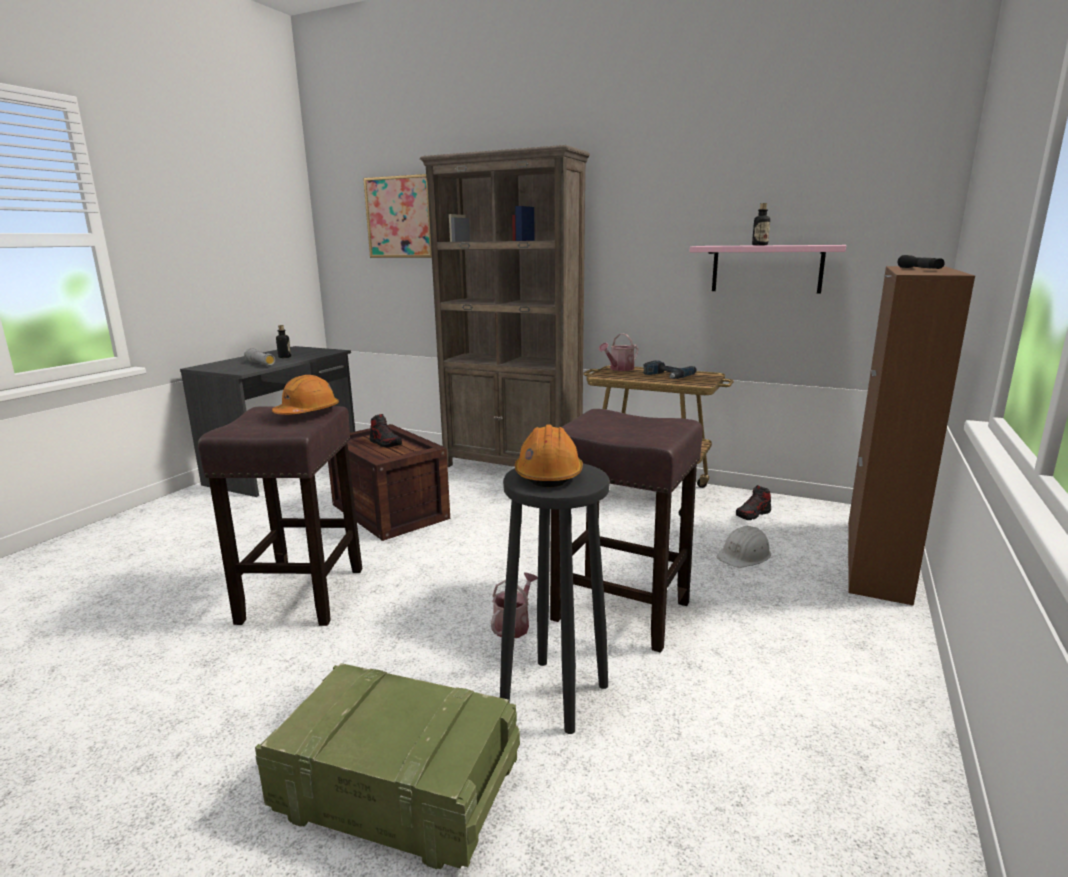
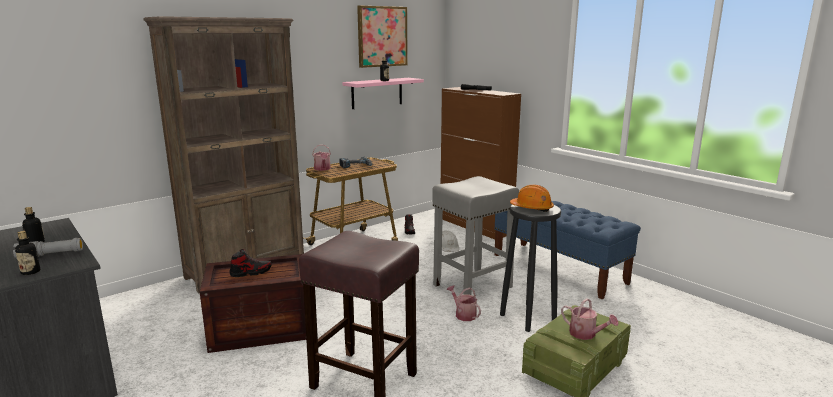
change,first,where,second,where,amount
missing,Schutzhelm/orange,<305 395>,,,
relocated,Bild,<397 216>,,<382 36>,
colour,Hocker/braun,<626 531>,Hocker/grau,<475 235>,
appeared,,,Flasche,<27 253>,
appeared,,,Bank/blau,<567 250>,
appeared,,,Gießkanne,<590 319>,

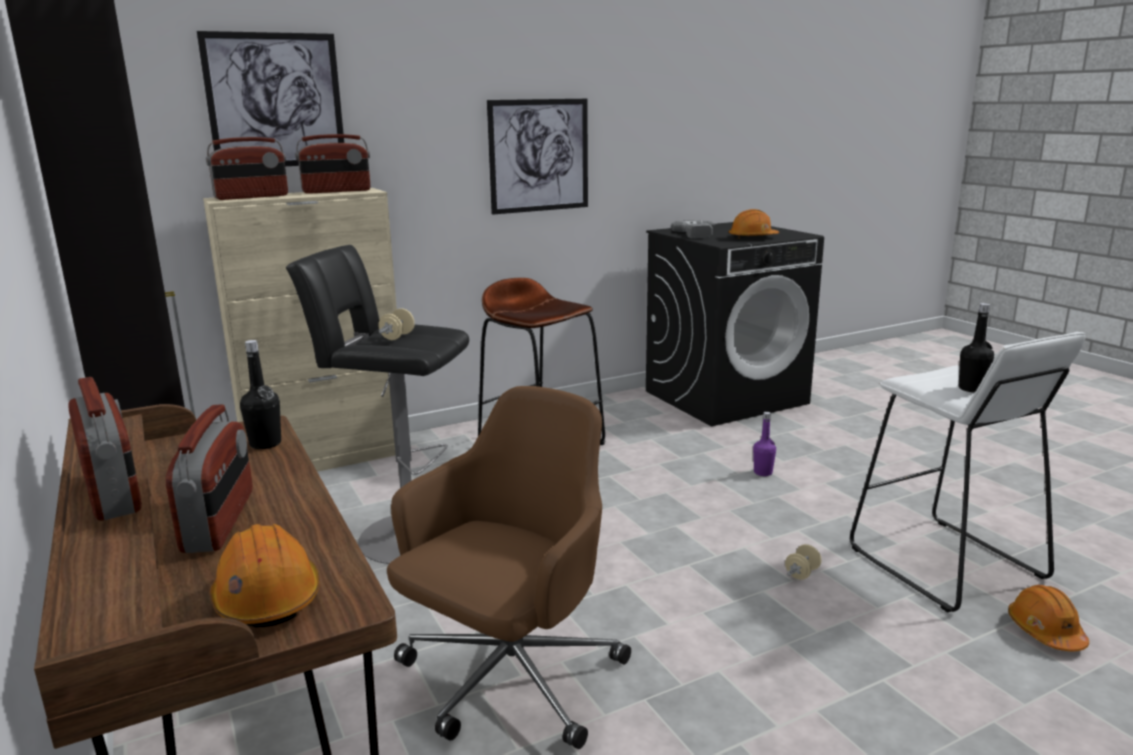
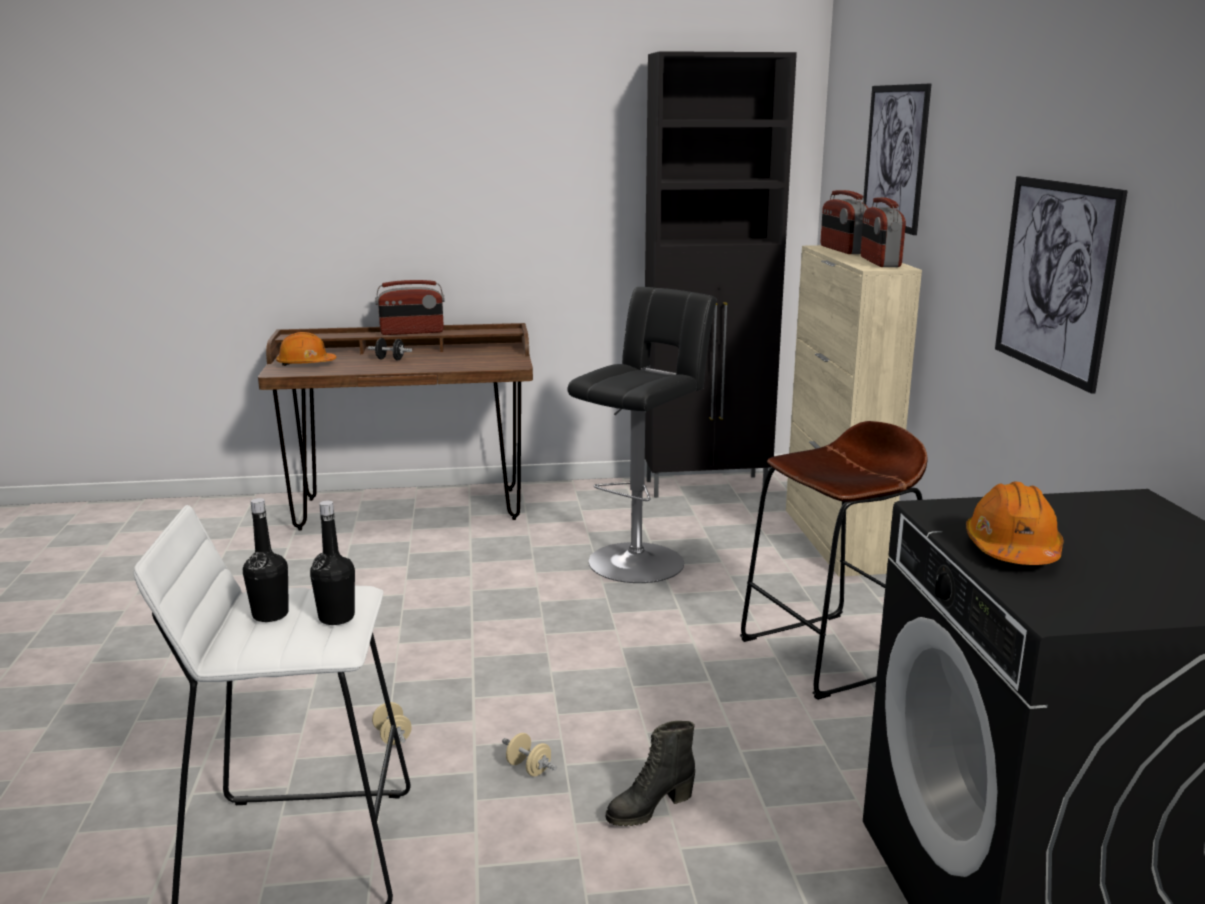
change,first,where,second,where,amount
exchanged,Radio,<209 478>,Hantel/schwarz,<390 349>,
relocated,Flasche/schwarz,<260 394>,,<332 563>,
relocated,Hantel/beige,<396 324>,,<529 754>,
missing,Bürostuhl/braun,<509 567>,,,
missing,Bohrmaschine,<693 229>,,,
exchanged,Flasche/lila,<764 444>,Stiefel/schwarz,<650 773>,
missing,Schutzhelm/orange,<1048 618>,,,

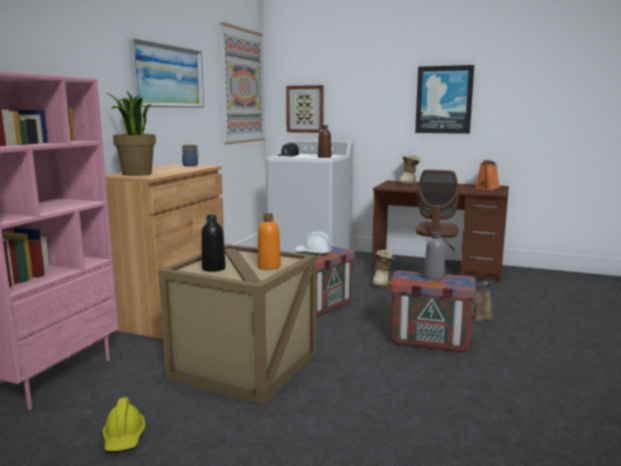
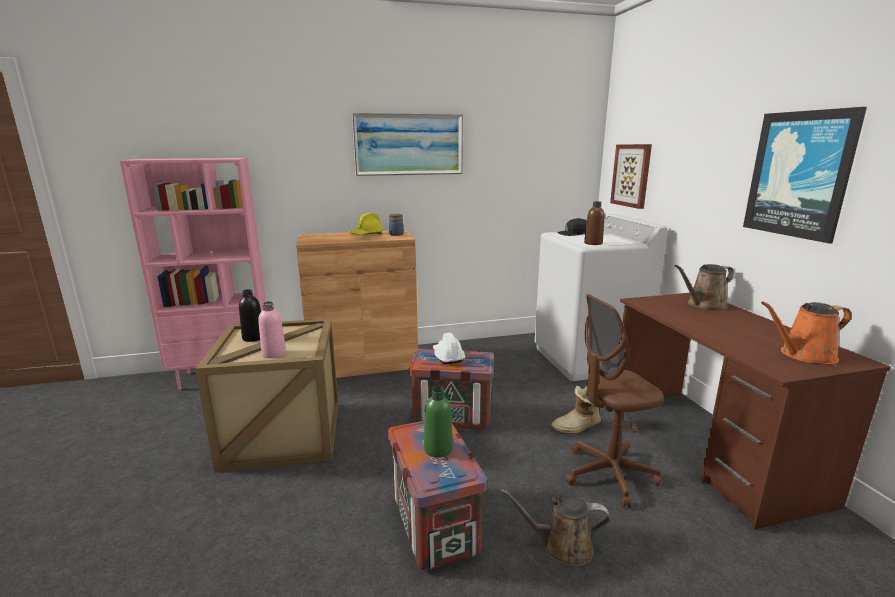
change,first,where,second,where,amount
relocated,Schutzhelm/gelb,<124 424>,,<366 223>,
missing,Topfpflanze,<131 133>,,,
missing,Bild,<242 83>,,,
colour,Flasche/orange,<269 241>,Flasche/rosa,<272 329>,
exchanged,Stiefel,<409 170>,Gießkanne/braun,<704 287>,
colour,Flasche/grau,<434 255>,Flasche/grün,<438 422>,

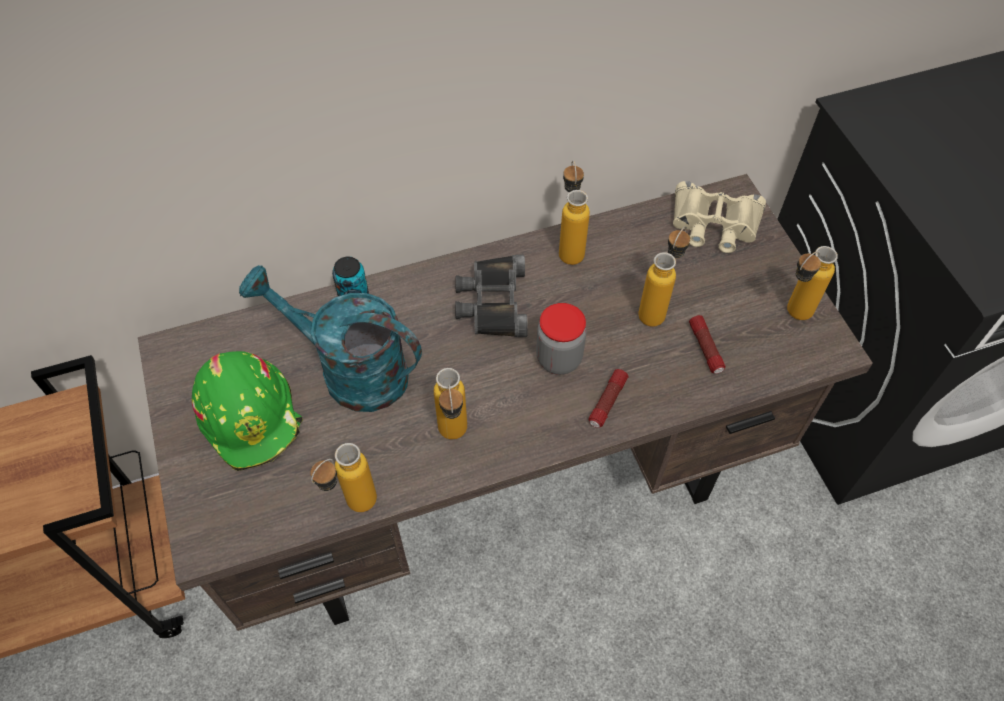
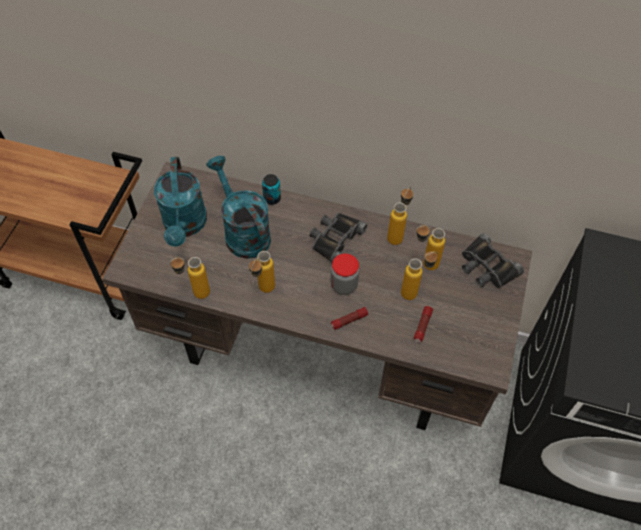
change,first,where,second,where,amount
exchanged,Schutzhelm/grün,<247 411>,Gießkanne/türkis,<180 202>,
colour,Fernglas/beige,<719 217>,Fernglas/schwarz,<493 260>,
relocated,Flasche,<812 283>,,<430 247>,

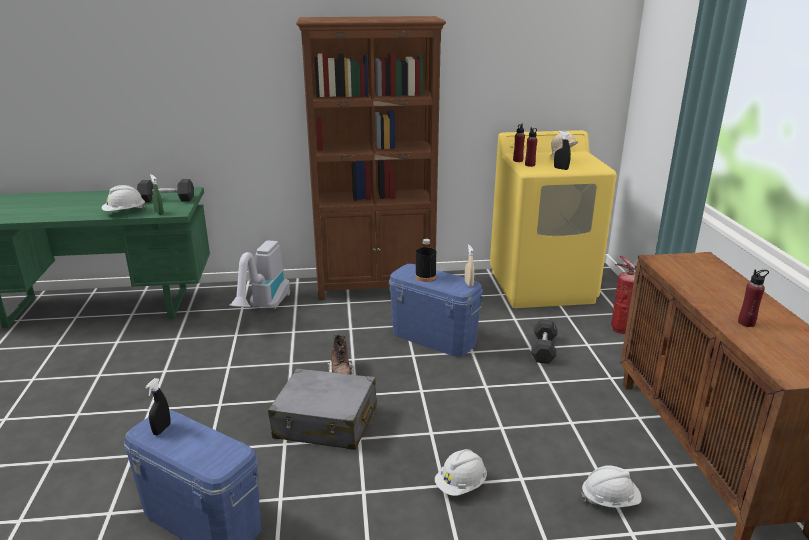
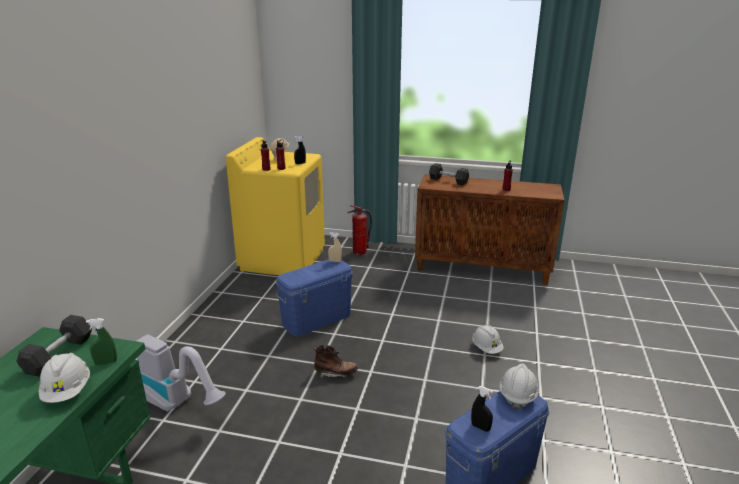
change,first,where,second,where,amount
missing,Koffer/grau,<322 409>,,,
missing,Bücherregal/braun,<371 158>,,,
missing,Flasche/schwarz,<425 260>,,,
relocated,Hantel/grau,<544 341>,,<449 174>,
relocated,Schutzhelm/weiß,<611 486>,,<519 386>,

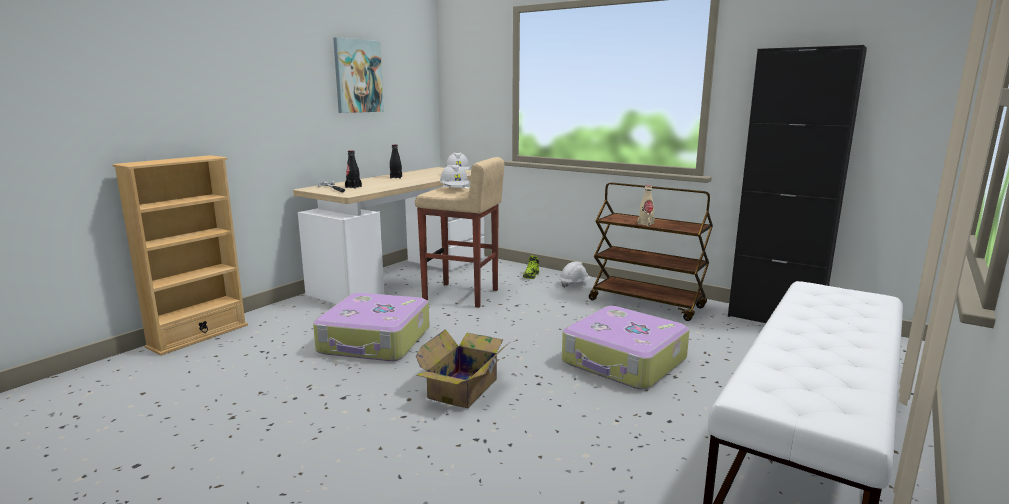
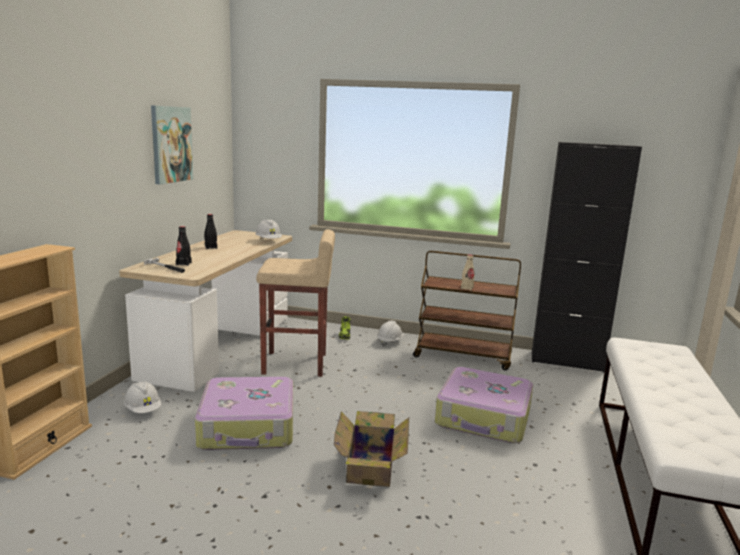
change,first,where,second,where,amount
relocated,Schutzhelm/weiß,<454 175>,,<142 397>,

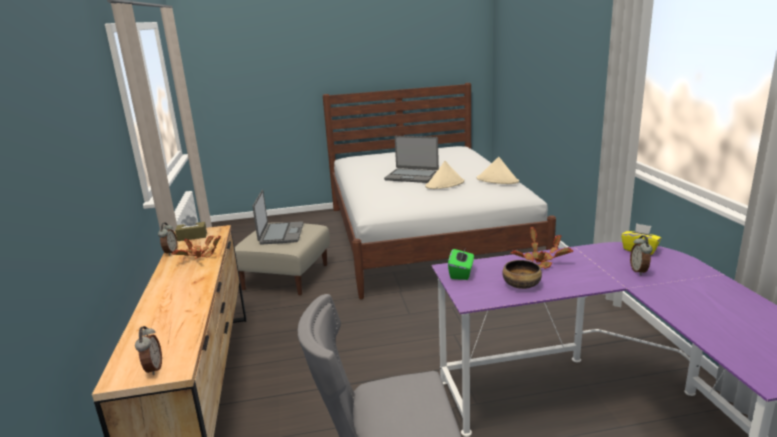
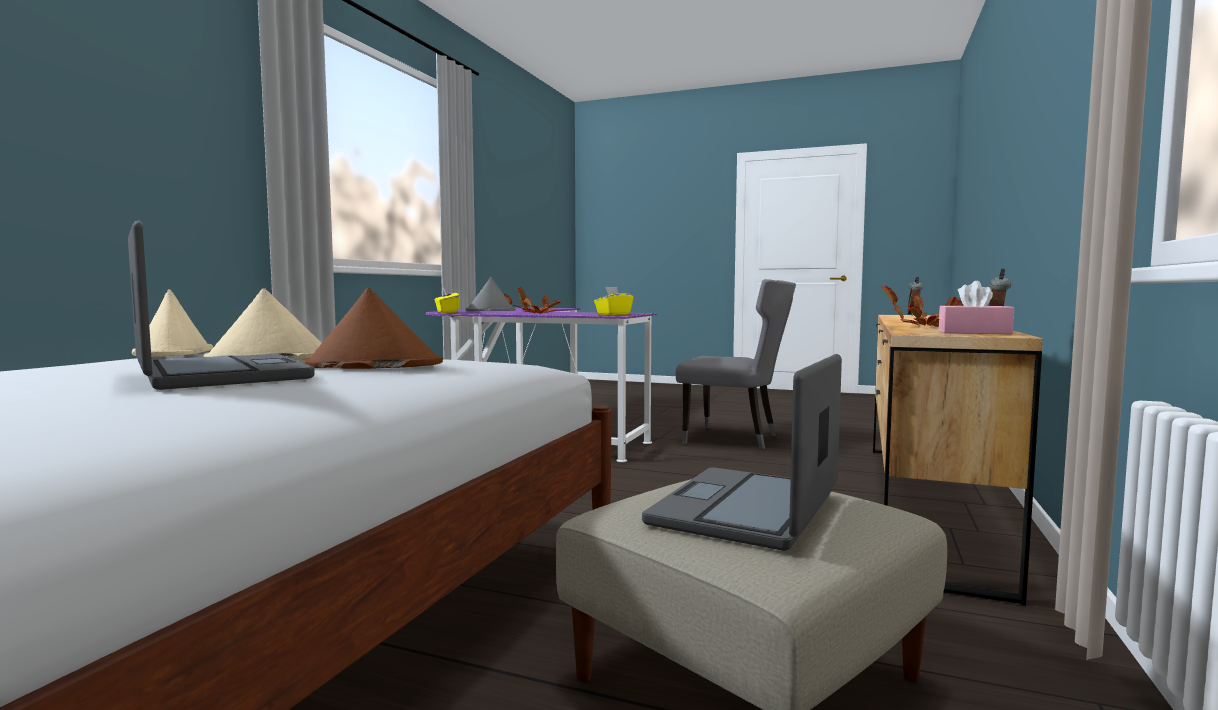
change,first,where,second,where,amount
colour,Taschentuchbox/braun,<191 228>,Taschentuchbox/rosa,<976 307>,
colour,Taschentuchbox/grün,<461 263>,Taschentuchbox/gelb,<614 301>,
missing,Schüssel,<522 274>,,,
exchanged,Wecker,<641 255>,Hut/grau,<490 294>,
appeared,,,Hut/braun,<373 328>,

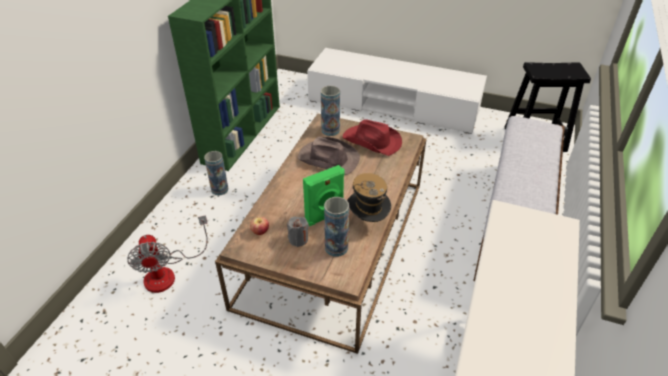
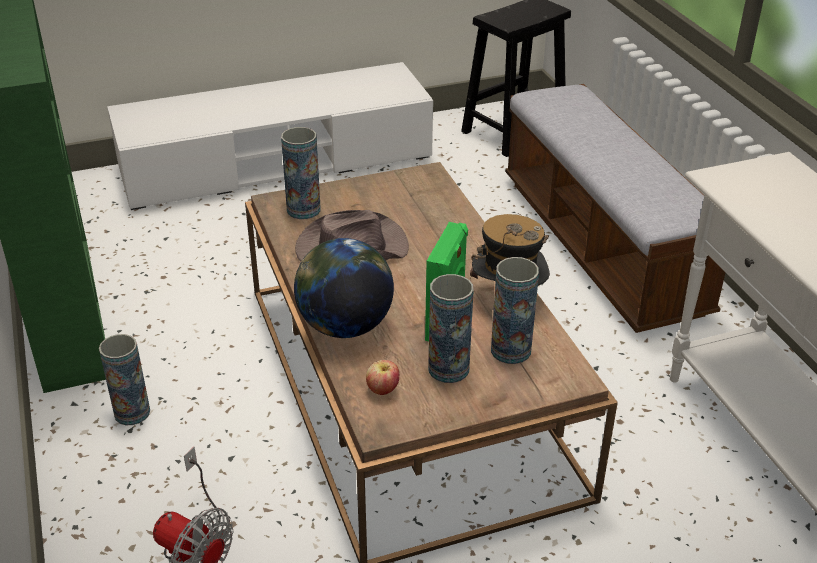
change,first,where,second,where,amount
exchanged,Kerze/grau,<298 232>,Vase,<451 328>,
missing,Hut/rot,<372 137>,,,
appeared,,,Globus,<344 288>,

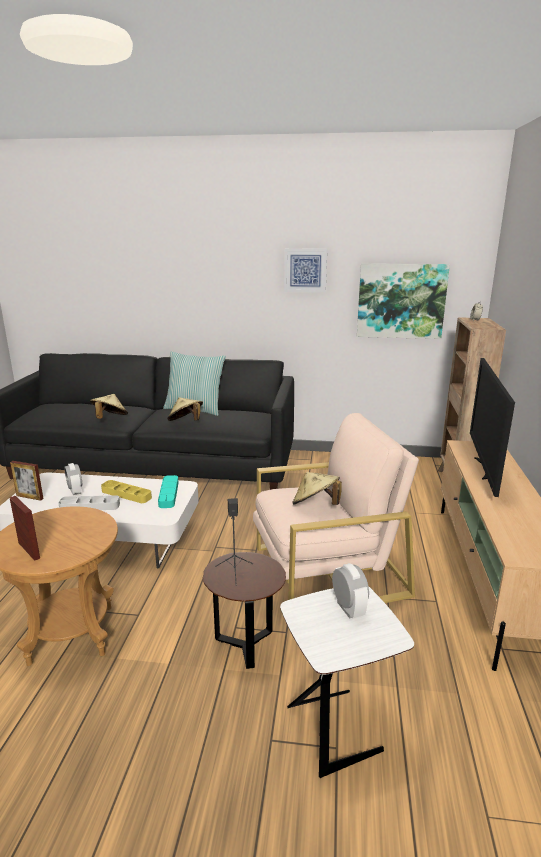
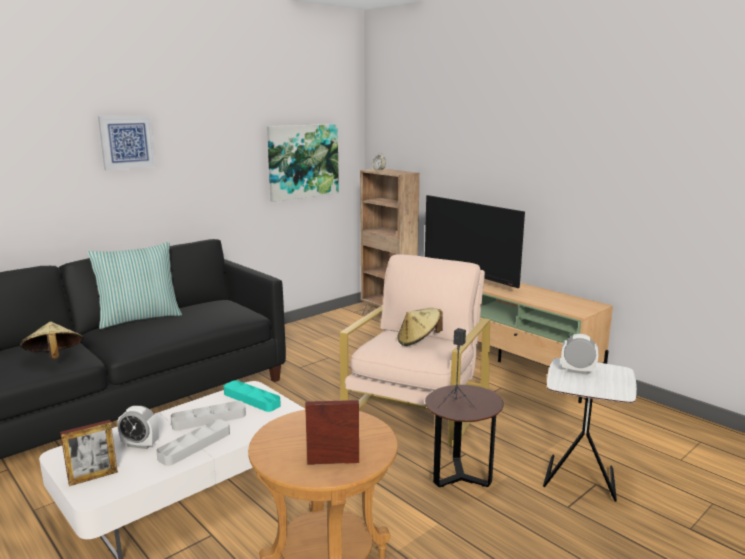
change,first,where,second,where,amount
colour,Tablett/gelb,<126 491>,Tablett/grau,<208 416>,
missing,Hut/beige,<185 409>,,,
relocated,Bild,<305 270>,,<127 142>,

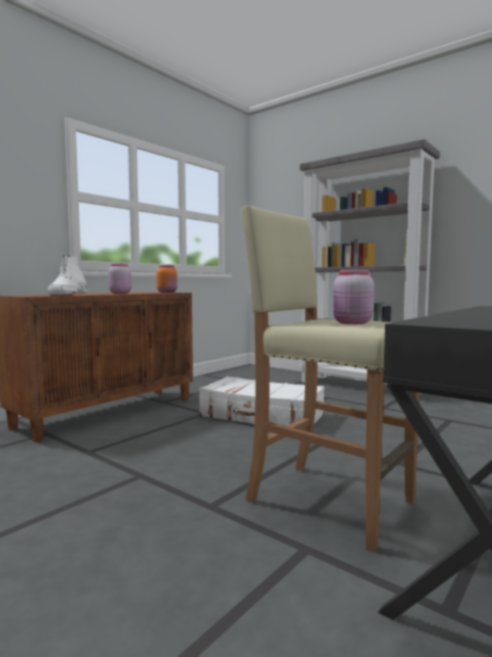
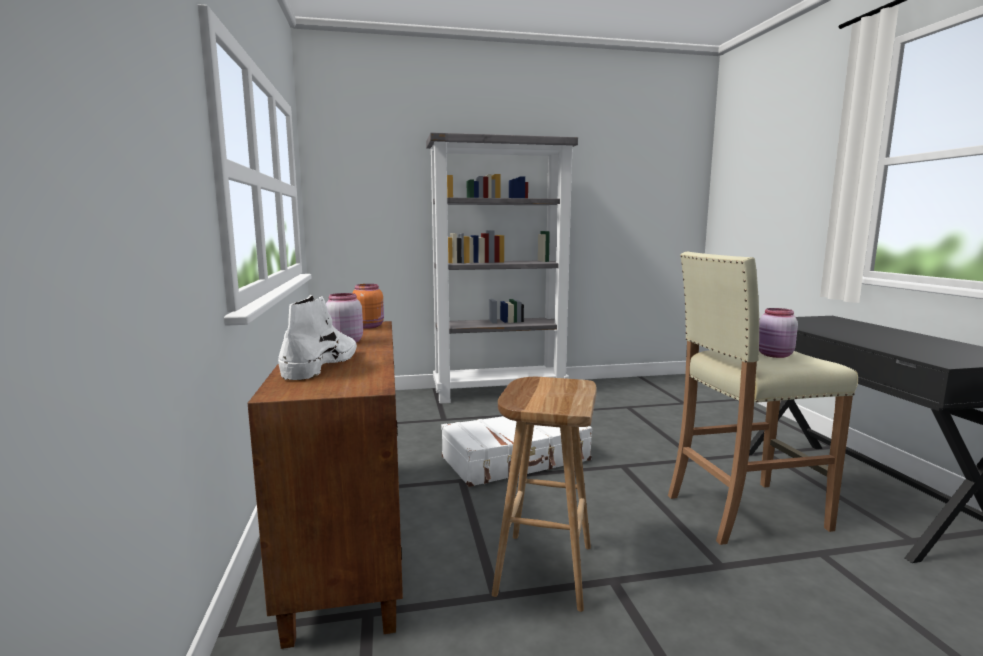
change,first,where,second,where,amount
spun,Stiefel/weiß,<67 275>,,<317 337>,120 degrees counterclockwise
appeared,,,Hocker/braun,<544 494>,

